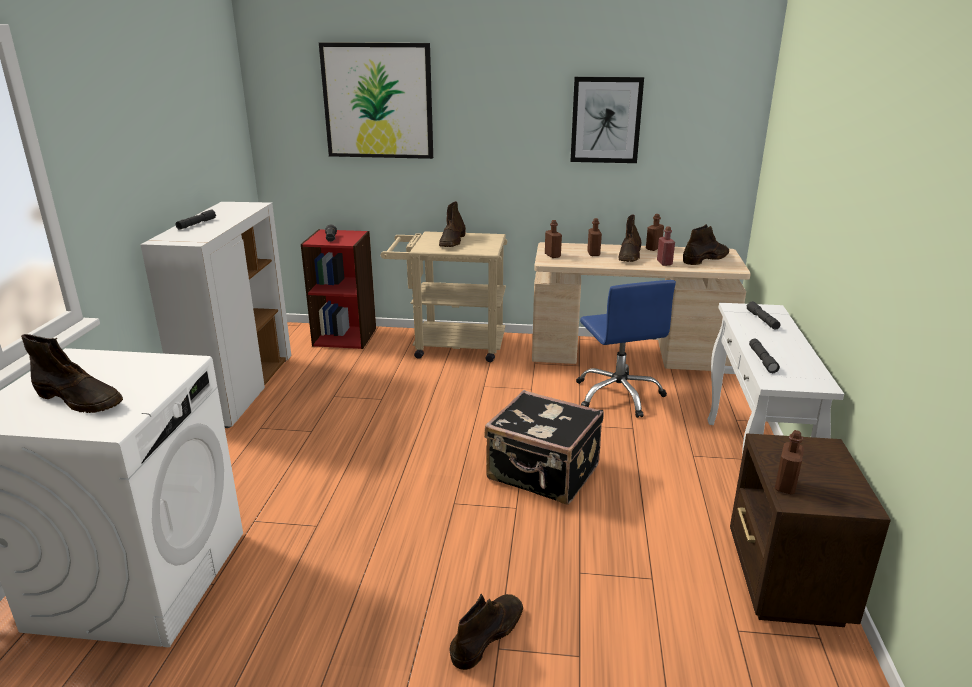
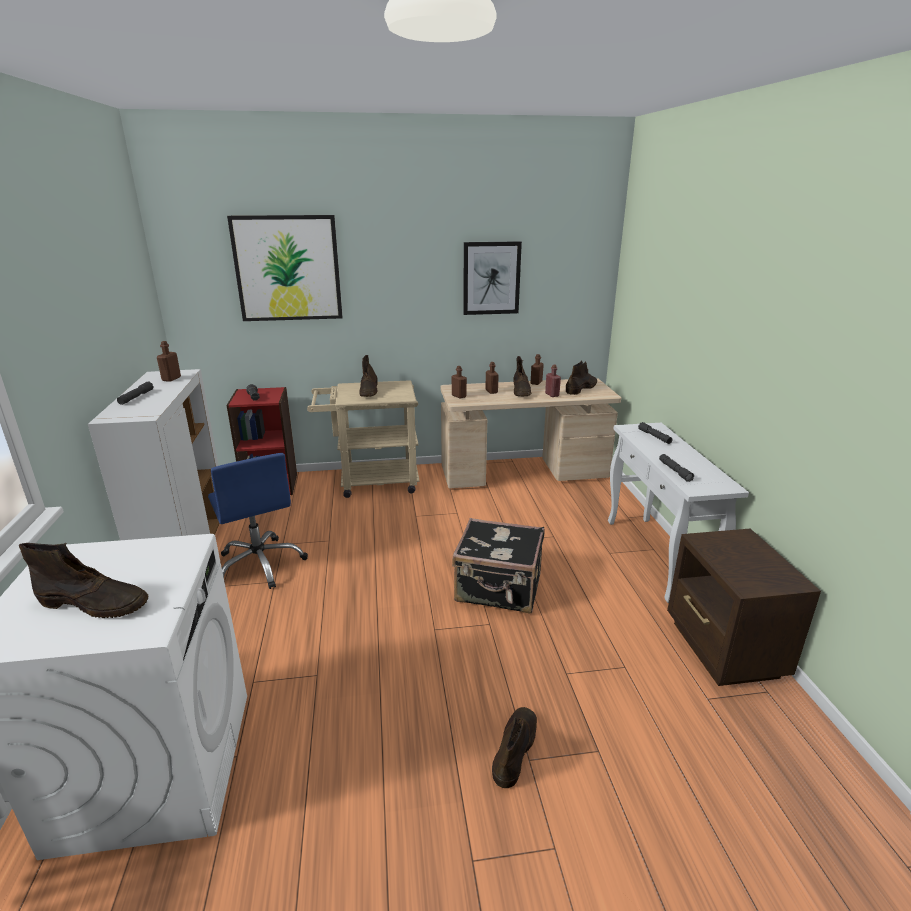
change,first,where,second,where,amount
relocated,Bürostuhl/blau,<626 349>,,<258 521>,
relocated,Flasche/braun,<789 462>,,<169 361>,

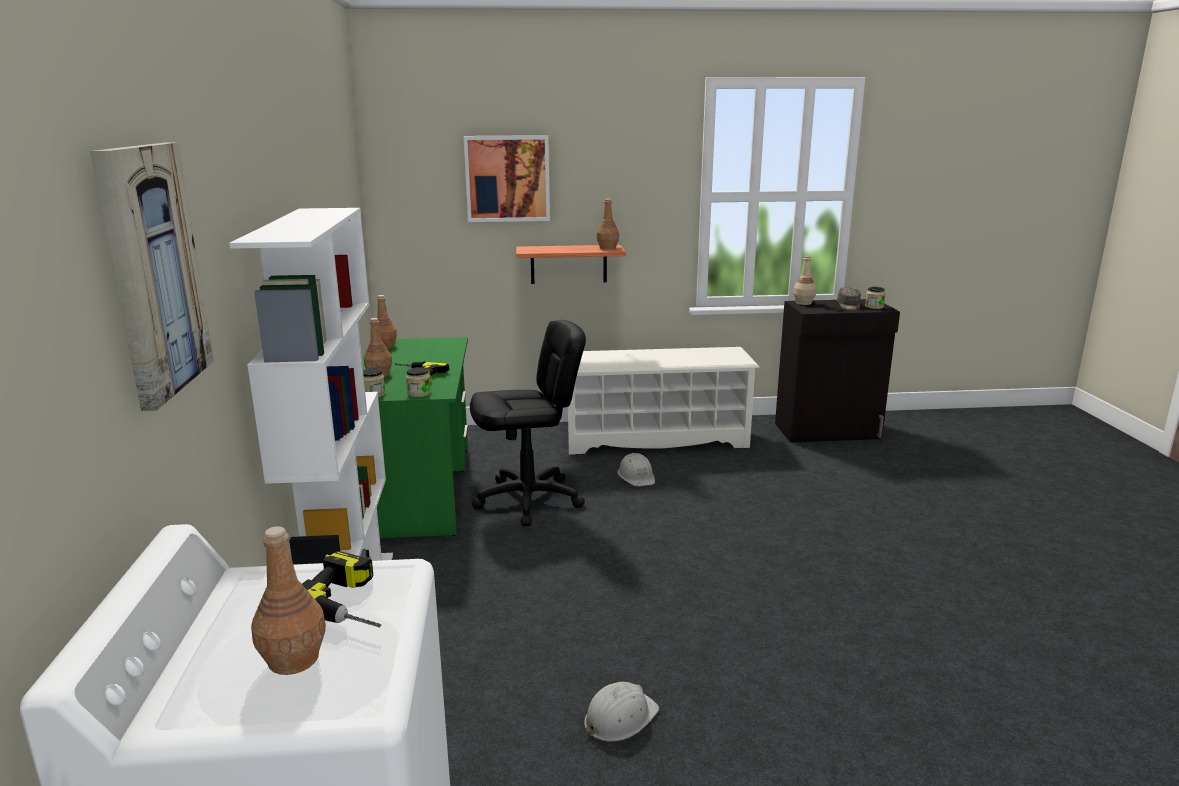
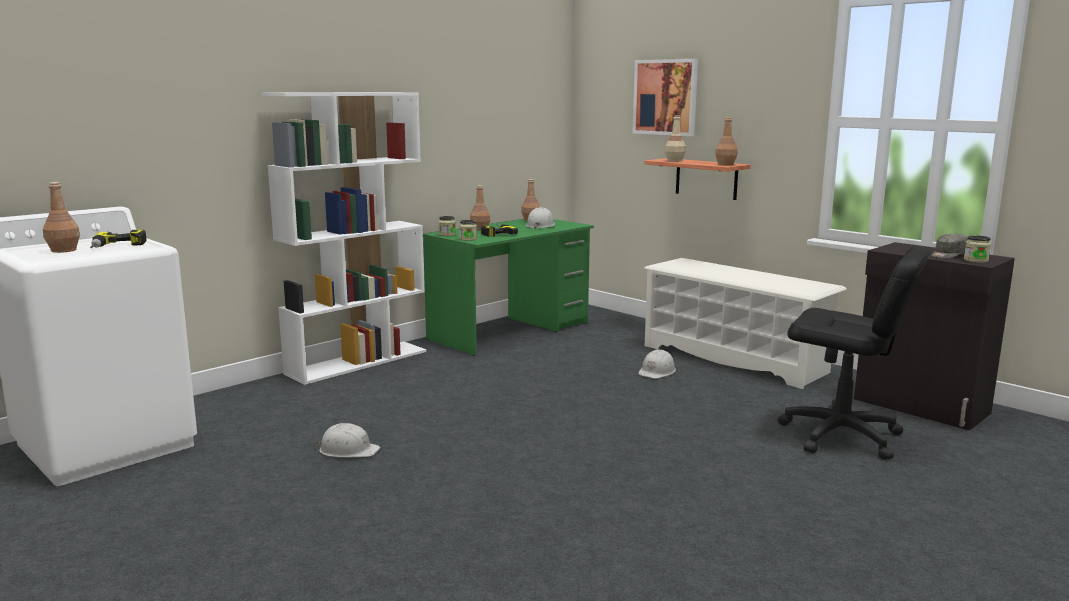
change,first,where,second,where,amount
missing,Bild,<152 276>,,,
relocated,Bürostuhl/schwarz,<528 423>,,<854 353>,
relocated,Flasche/beige,<804 280>,,<675 138>,
appeared,,,Schutzhelm/weiß,<540 218>,

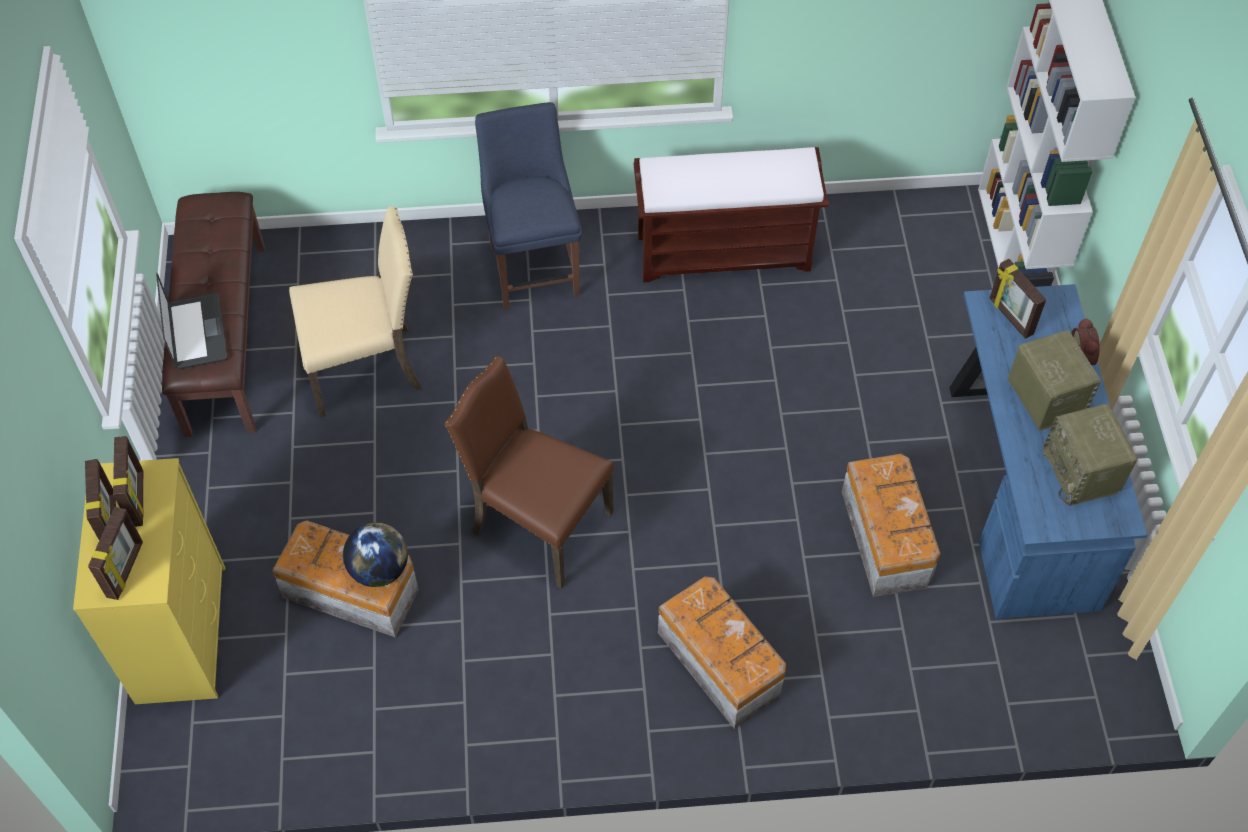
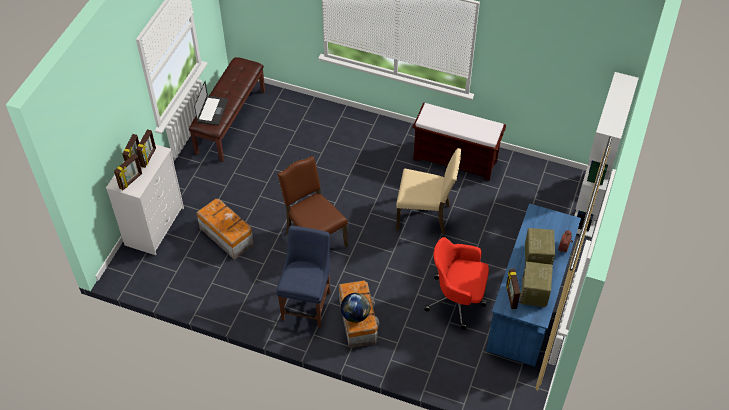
change,first,where,second,where,amount
colour,Kommode/gelb,<149 581>,Kommode/weiß,<145 197>,
relocated,Stuhl/beige,<355 312>,,<428 191>,
relocated,Globus,<375 554>,,<355 308>,
relocated,Stuhl/blau,<528 205>,,<303 277>,
exchanged,Aufbewahrungsbox,<891 525>,Bürostuhl/rot,<456 283>,
relocated,Bilderrahmen,<1018 299>,,<513 289>,

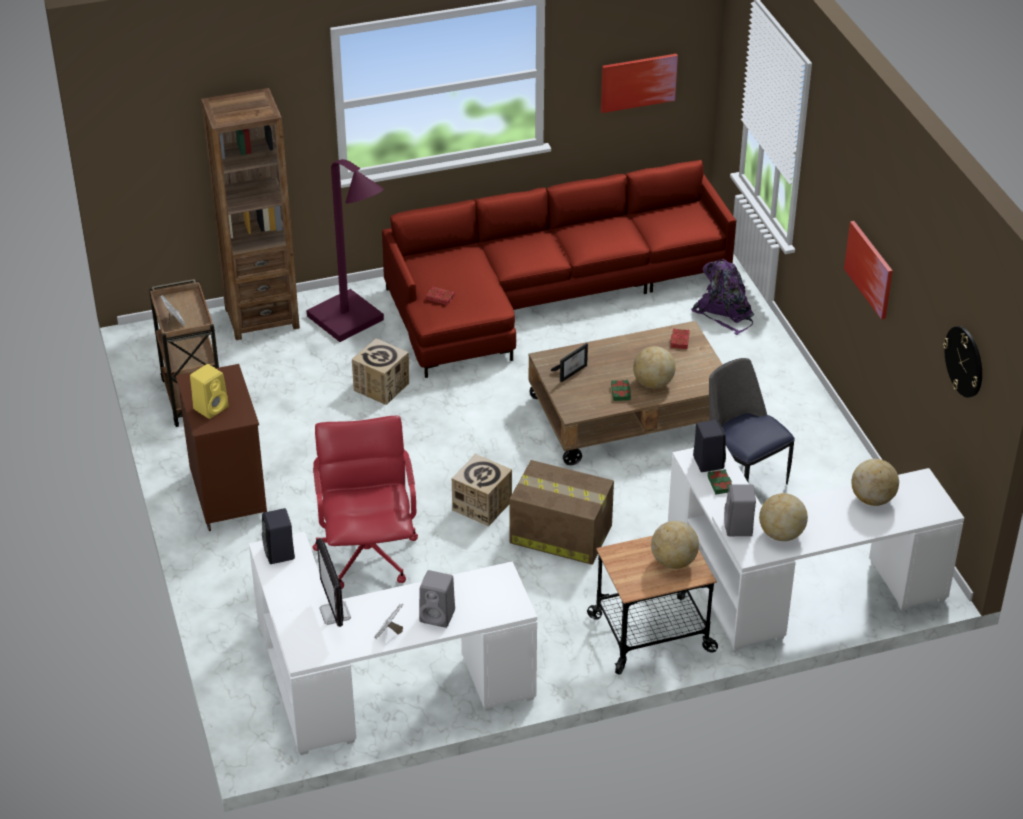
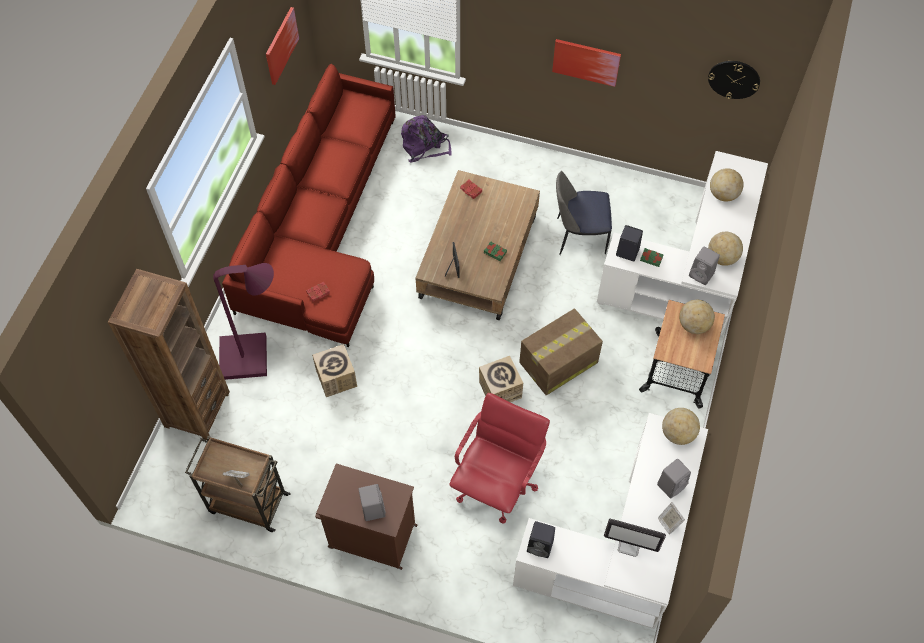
change,first,where,second,where,amount
colour,Lautsprecher/gelb,<209 391>,Lautsprecher/grau,<372 502>,
spun,Bürostuhl/rot,<365 502>,,<499 458>,90 degrees clockwise
relocated,Globus,<654 367>,,<681 426>,

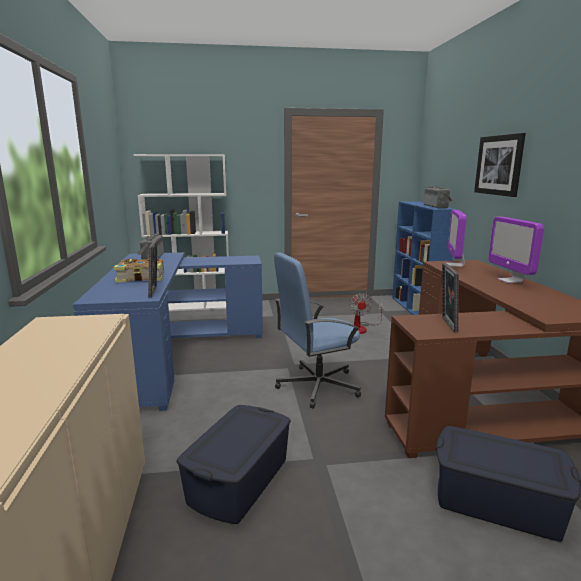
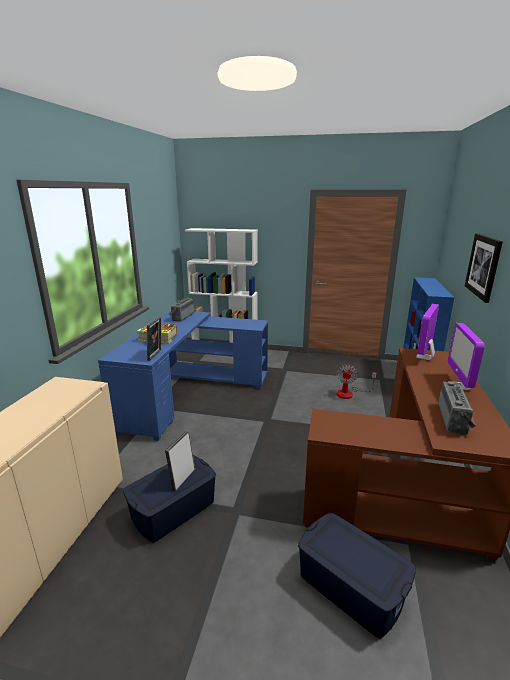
change,first,where,second,where,amount
missing,Bürostuhl/blau,<317 330>,,,
relocated,Radio,<438 197>,,<457 408>,
relocated,Bilderrahmen,<450 298>,,<180 461>,

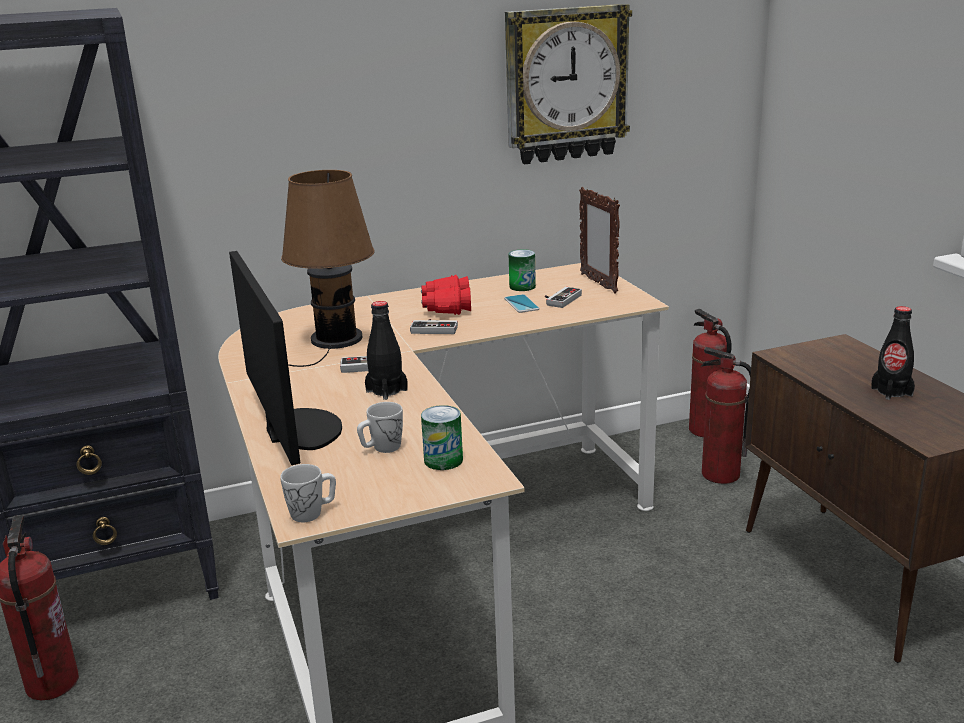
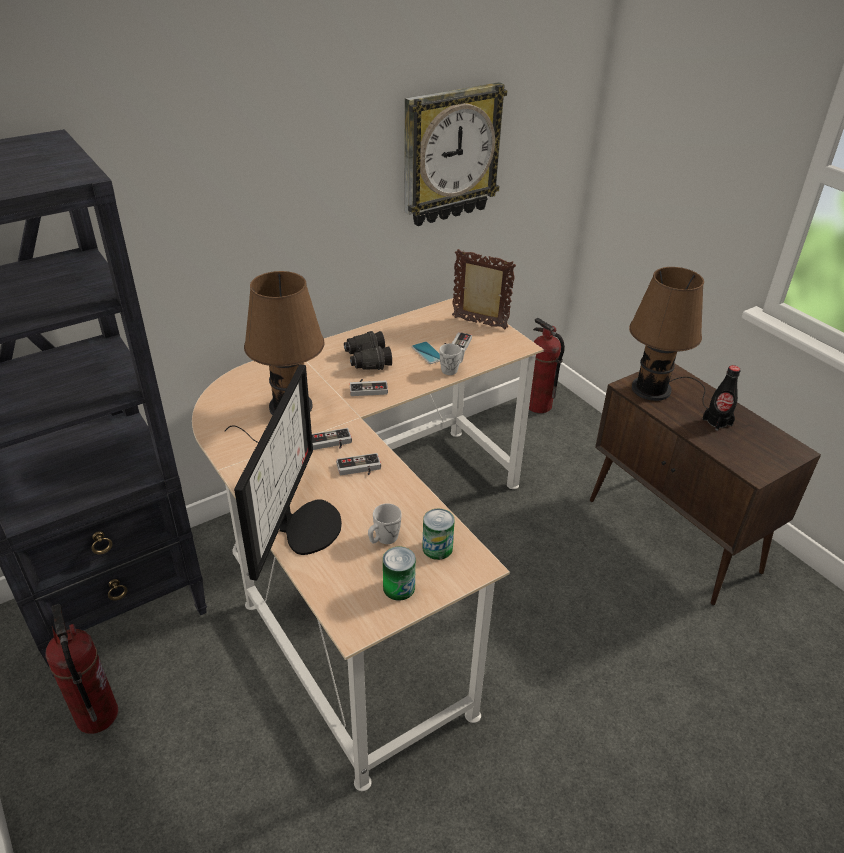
change,first,where,second,where,amount
spun,Monitor,<285 358>,,<288 472>,45 degrees clockwise
relocated,Henkelbecher/weiß,<308 493>,,<452 359>,
exchanged,Flasche/schwarz,<386 350>,Gamepad,<358 464>,
colour,Fernglas/rot,<446 295>,Fernglas/schwarz,<368 350>,
relocated,Dose,<522 270>,,<399 573>,
spun,Bilderrahmen,<599 240>,,<484 289>,150 degrees clockwise
missing,Feuerlöscher,<726 415>,,,
appeared,,,Tischlampe/braun,<668 338>,

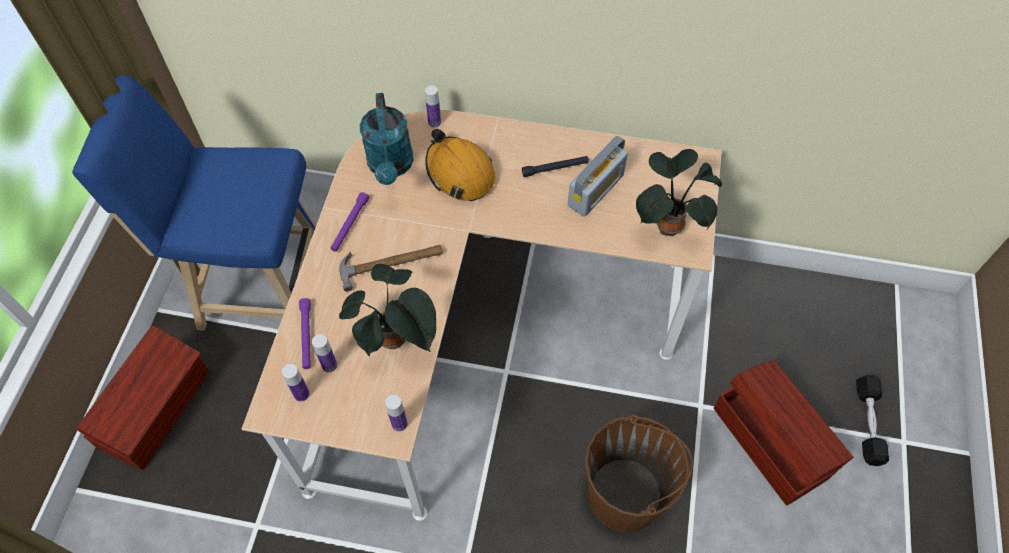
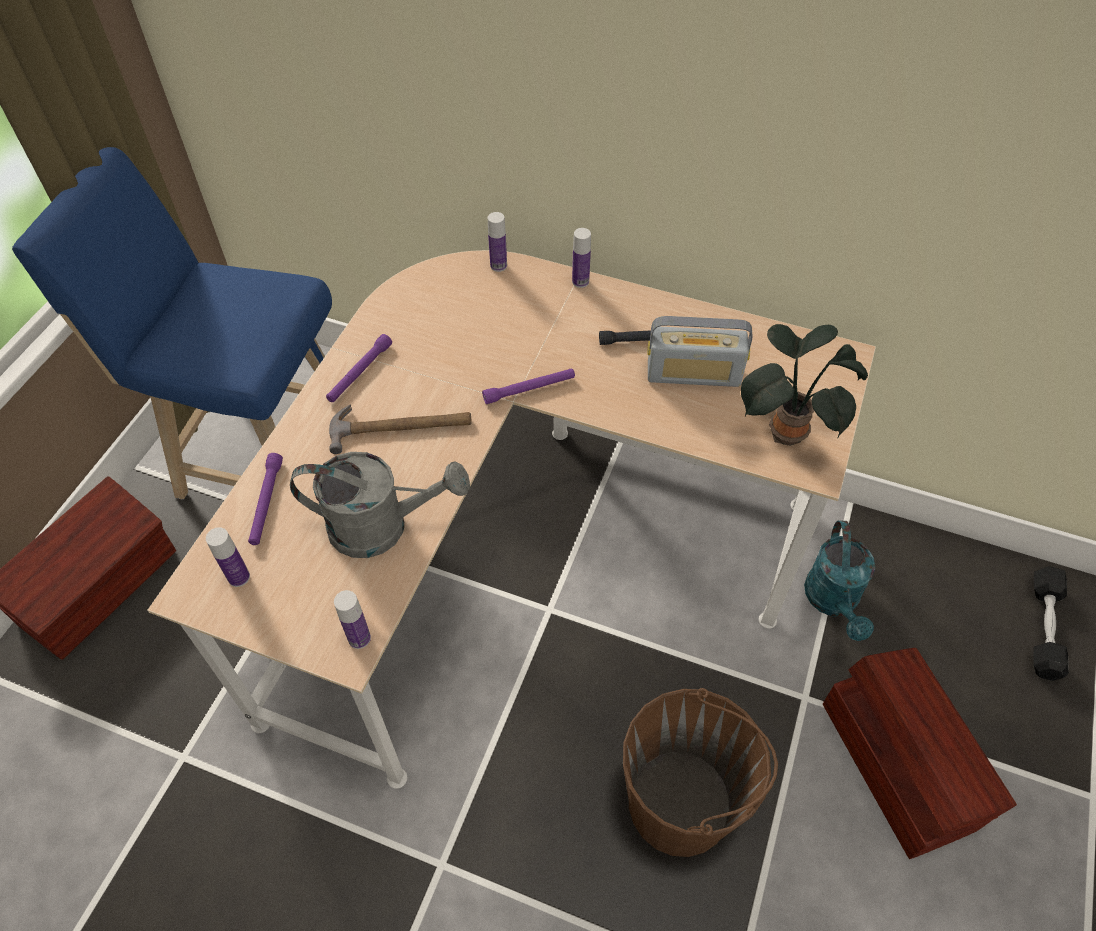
change,first,where,second,where,amount
relocated,Flasche,<324 353>,,<581 258>,
exchanged,Topfpflanze,<387 310>,Gießkanne/grau,<380 505>,
relocated,Gießkanne/türkis,<386 139>,,<839 580>,
missing,Schutzhelm/orange,<460 165>,,,
spun,Radio,<598 176>,,<700 351>,45 degrees clockwise
relocated,Hantel/schwarz,<872 420>,,<1051 623>,
appeared,,,Taschenlampe/lila,<528 386>,

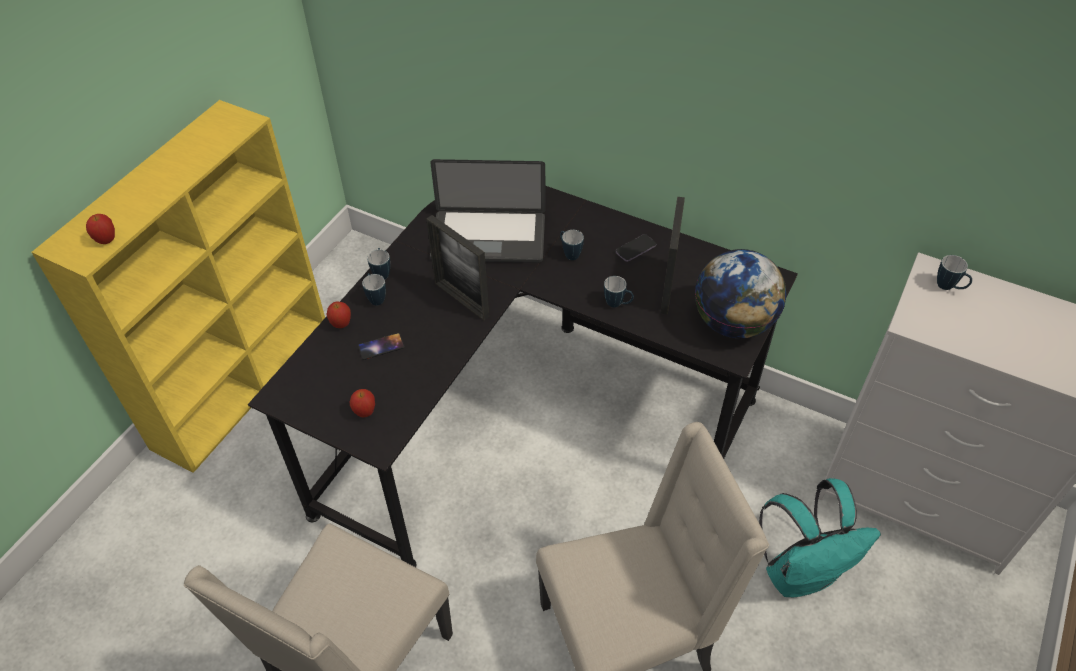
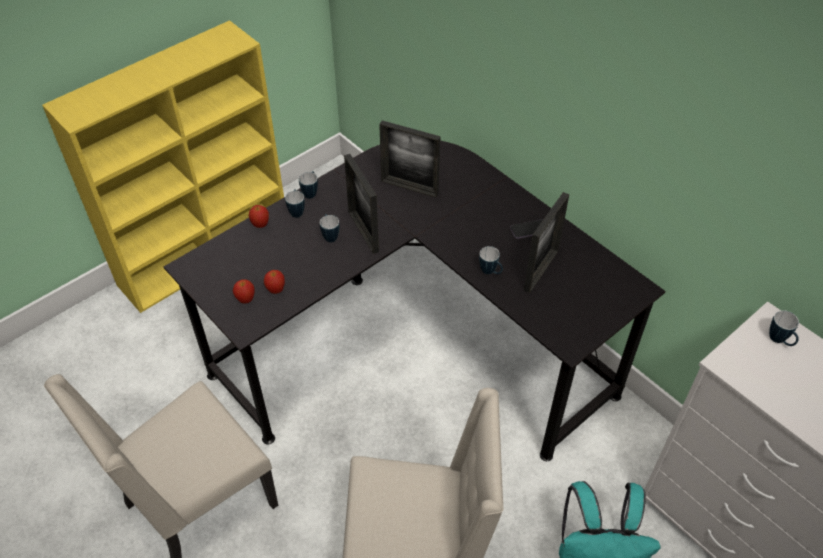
change,first,where,second,where,amount
relocated,Apfel,<100 229>,,<274 282>,
missing,Handy,<381 346>,,,
exchanged,Laptop,<487 211>,Bilderrahmen,<410 158>,
relocated,Henkelbecher,<572 245>,,<329 228>,
missing,Globus,<740 293>,,,

